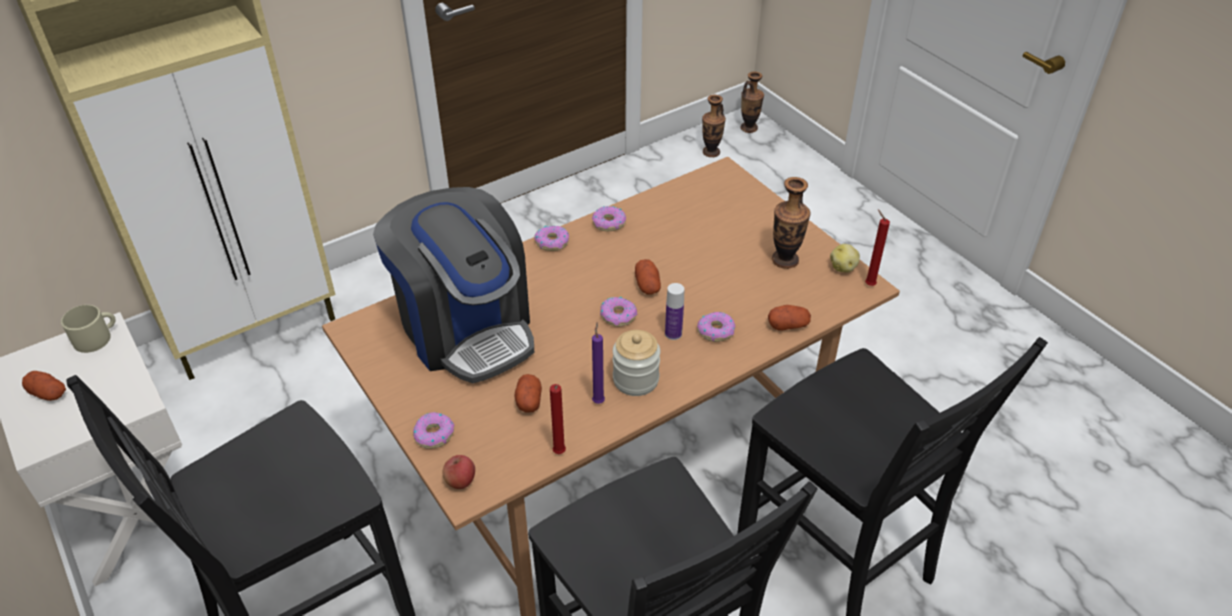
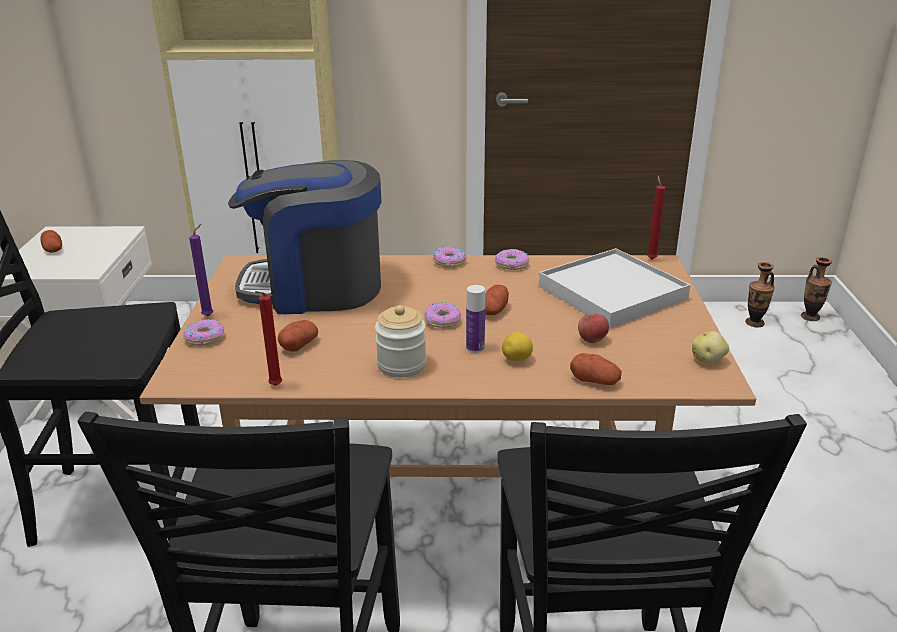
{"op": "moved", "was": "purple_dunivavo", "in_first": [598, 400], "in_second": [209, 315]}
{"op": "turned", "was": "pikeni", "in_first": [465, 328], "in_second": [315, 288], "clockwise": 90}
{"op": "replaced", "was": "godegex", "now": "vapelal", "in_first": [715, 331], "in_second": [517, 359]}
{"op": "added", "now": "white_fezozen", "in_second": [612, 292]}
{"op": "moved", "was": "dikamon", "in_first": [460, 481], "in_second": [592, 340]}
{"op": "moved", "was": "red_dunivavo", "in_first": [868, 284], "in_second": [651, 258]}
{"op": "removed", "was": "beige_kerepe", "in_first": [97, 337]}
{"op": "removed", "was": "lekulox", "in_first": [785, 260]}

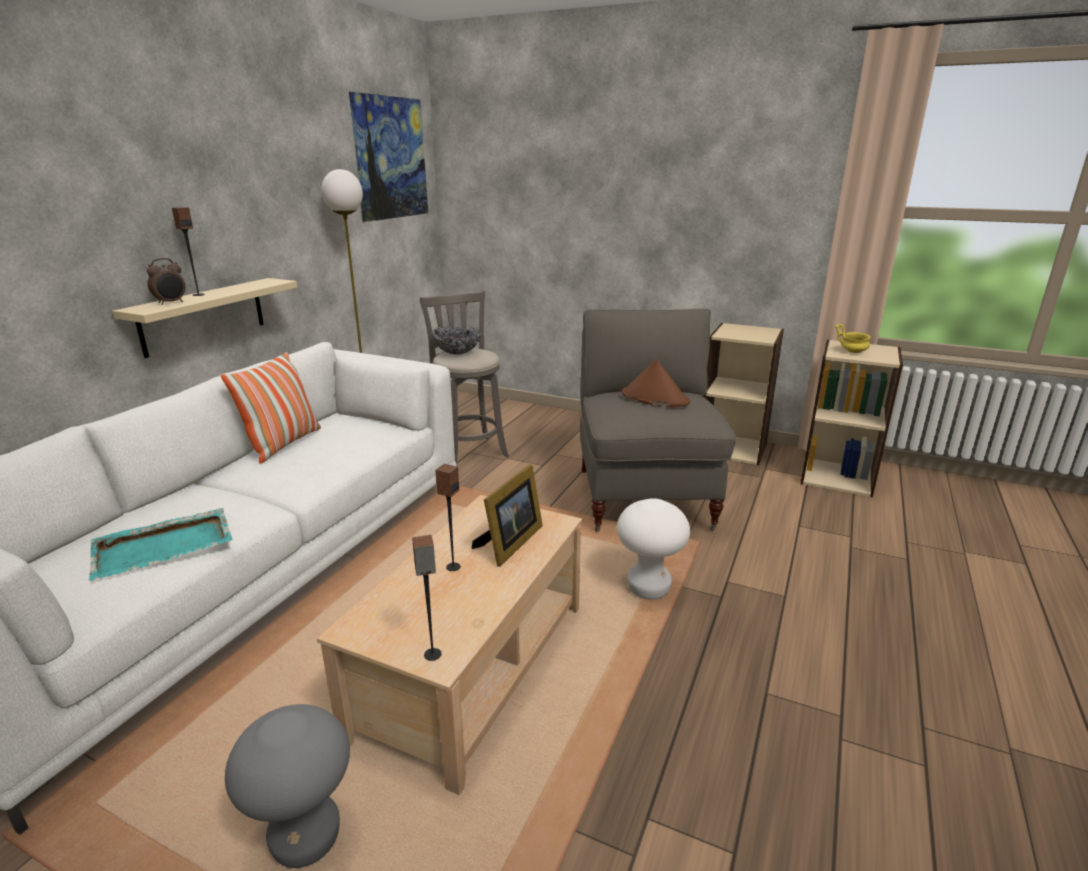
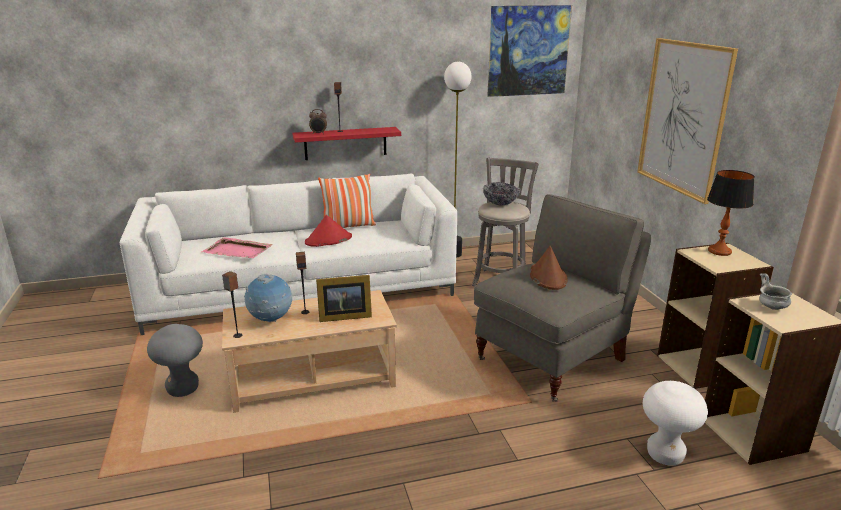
{"op": "recoloured", "was": "turquoise_fezozen", "now": "pink_fezozen", "in_first": [164, 546], "in_second": [238, 251]}
{"op": "added", "now": "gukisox", "in_second": [271, 320]}
{"op": "recoloured", "was": "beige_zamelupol", "now": "red_zamelupol", "in_first": [203, 316], "in_second": [345, 143]}
{"op": "added", "now": "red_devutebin", "in_second": [328, 240]}
{"op": "added", "now": "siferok", "in_second": [683, 118]}
{"op": "moved", "was": "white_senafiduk", "in_first": [648, 589], "in_second": [665, 455]}
{"op": "added", "now": "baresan", "in_second": [719, 251]}
{"op": "recoloured", "was": "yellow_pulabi", "now": "grey_pulabi", "in_first": [852, 352], "in_second": [771, 306]}

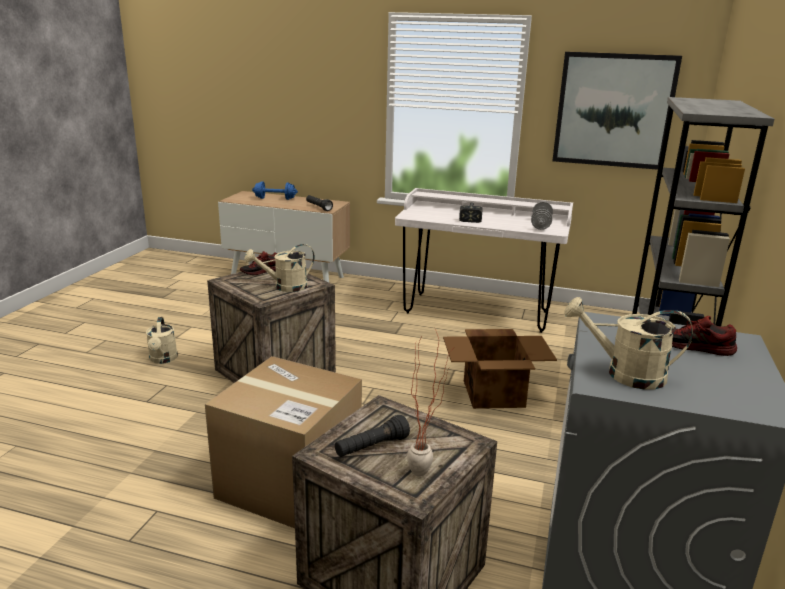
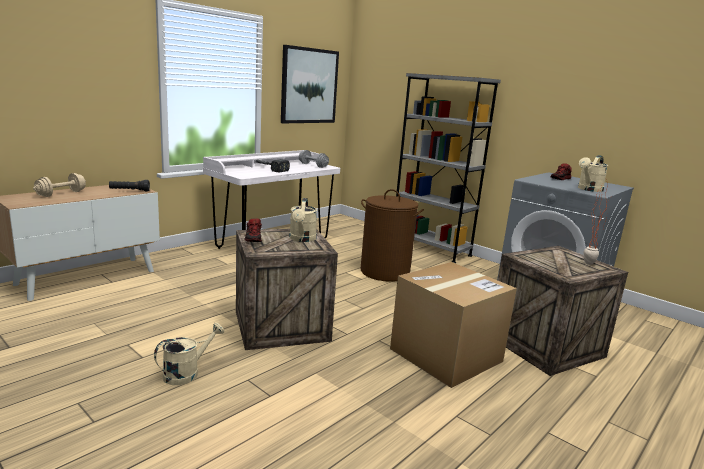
{"op": "recoloured", "was": "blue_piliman", "now": "beige_piliman", "in_first": [275, 198], "in_second": [61, 194]}
{"op": "turned", "was": "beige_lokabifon", "in_first": [163, 359], "in_second": [187, 373], "clockwise": -60}
{"op": "replaced", "was": "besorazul", "now": "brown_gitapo", "in_first": [494, 394], "in_second": [385, 272]}
{"op": "removed", "was": "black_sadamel", "in_first": [371, 447]}

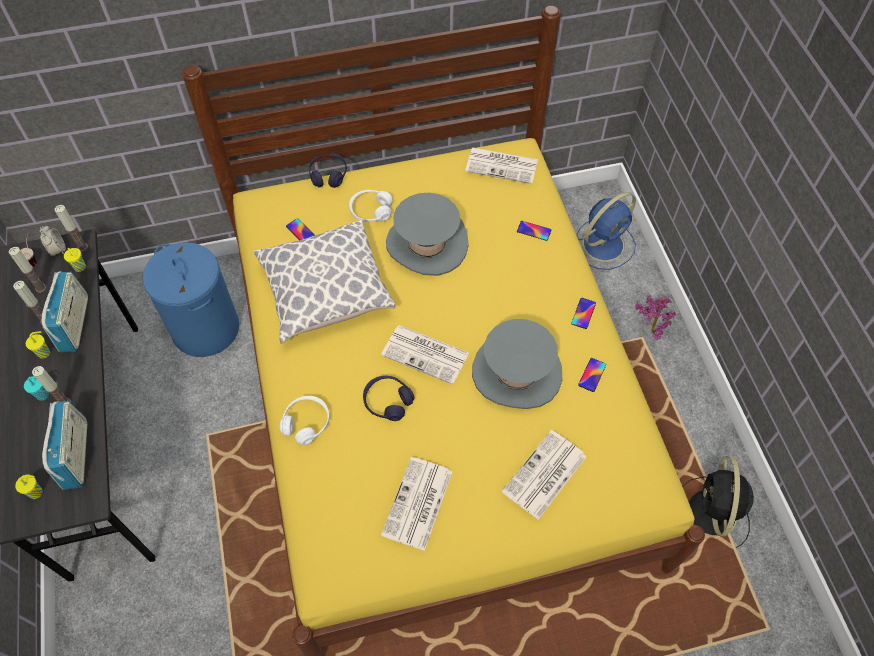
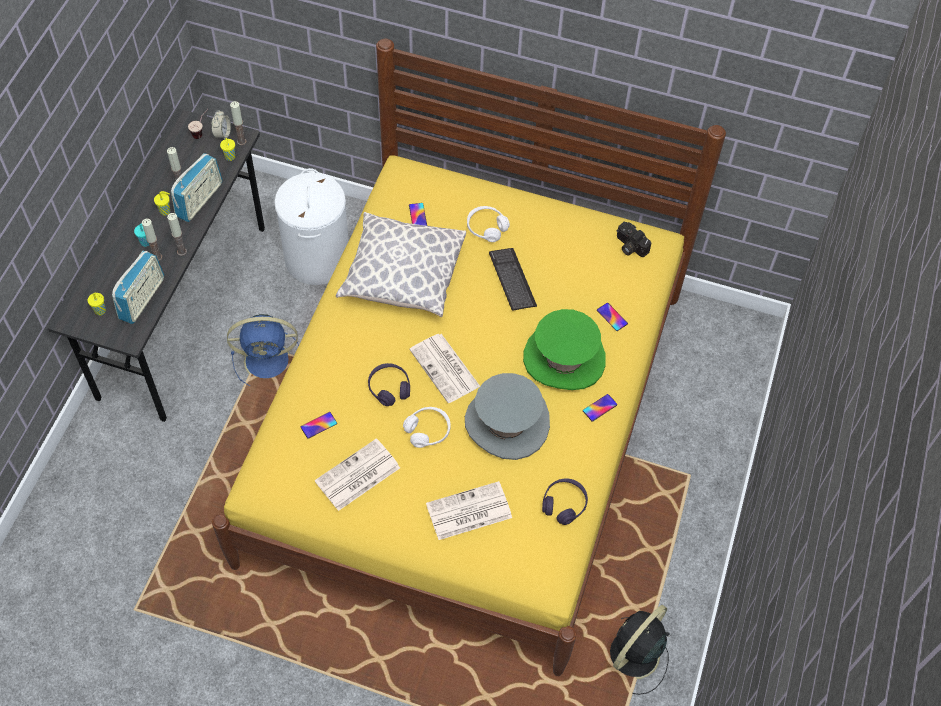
{"op": "moved", "was": "dunivavo", "in_first": [41, 288], "in_second": [182, 251]}
{"op": "moved", "was": "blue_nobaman", "in_first": [604, 243], "in_second": [269, 360]}
{"op": "recoloured", "was": "blue_gitapo", "now": "white_gitapo", "in_first": [205, 328], "in_second": [317, 258]}
{"op": "moved", "was": "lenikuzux", "in_first": [592, 375], "in_second": [318, 425]}
{"op": "moved", "was": "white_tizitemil", "in_first": [306, 423], "in_second": [427, 430]}
{"op": "replaced", "was": "grey_devutebin", "now": "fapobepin", "in_first": [427, 244], "in_second": [512, 280]}
{"op": "added", "now": "green_devutebin", "in_second": [564, 358]}
{"op": "moved", "was": "purple_tizitemil", "in_first": [328, 175], "in_second": [564, 504]}
{"op": "replaced", "was": "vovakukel", "now": "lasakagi", "in_first": [503, 165], "in_second": [629, 246]}
{"op": "removed", "was": "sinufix", "in_first": [649, 329]}

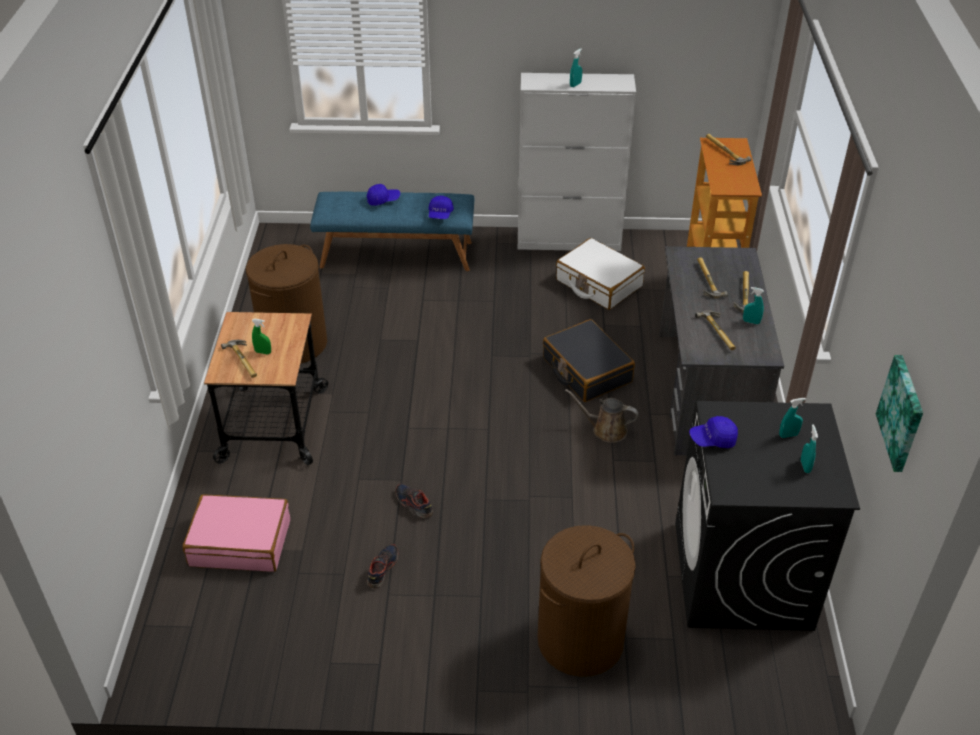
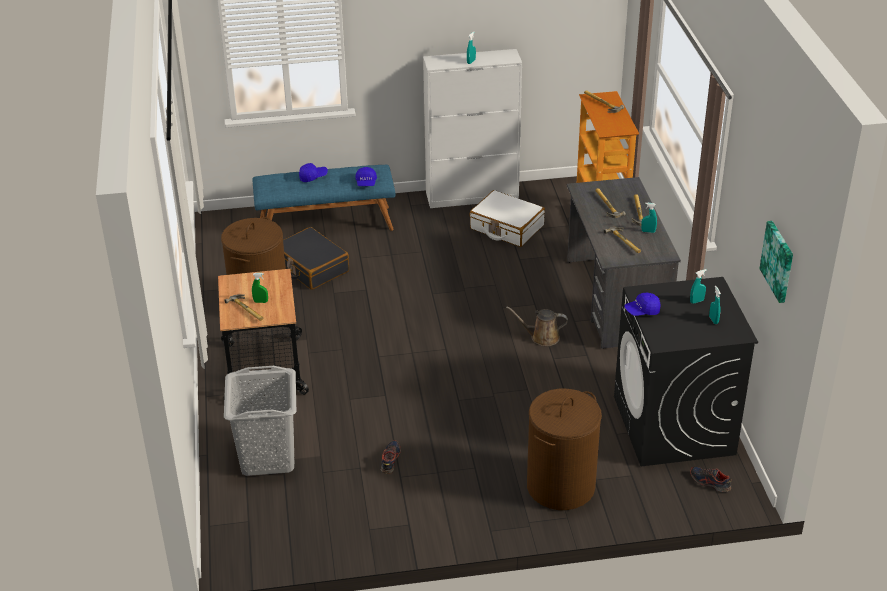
{"op": "replaced", "was": "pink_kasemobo", "now": "grey_gitapo", "in_first": [240, 542], "in_second": [267, 457]}
{"op": "moved", "was": "black_kasemobo", "in_first": [586, 370], "in_second": [311, 267]}
{"op": "moved", "was": "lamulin", "in_first": [413, 504], "in_second": [709, 482]}

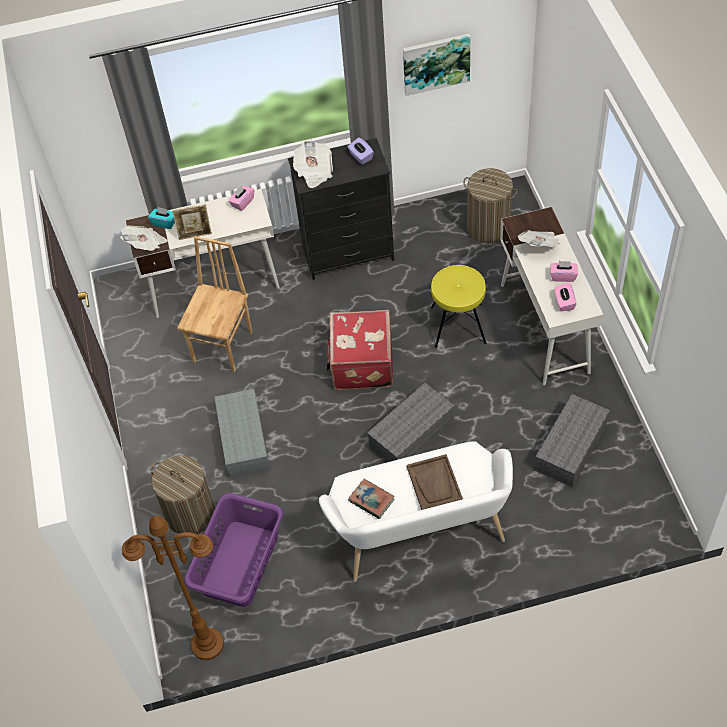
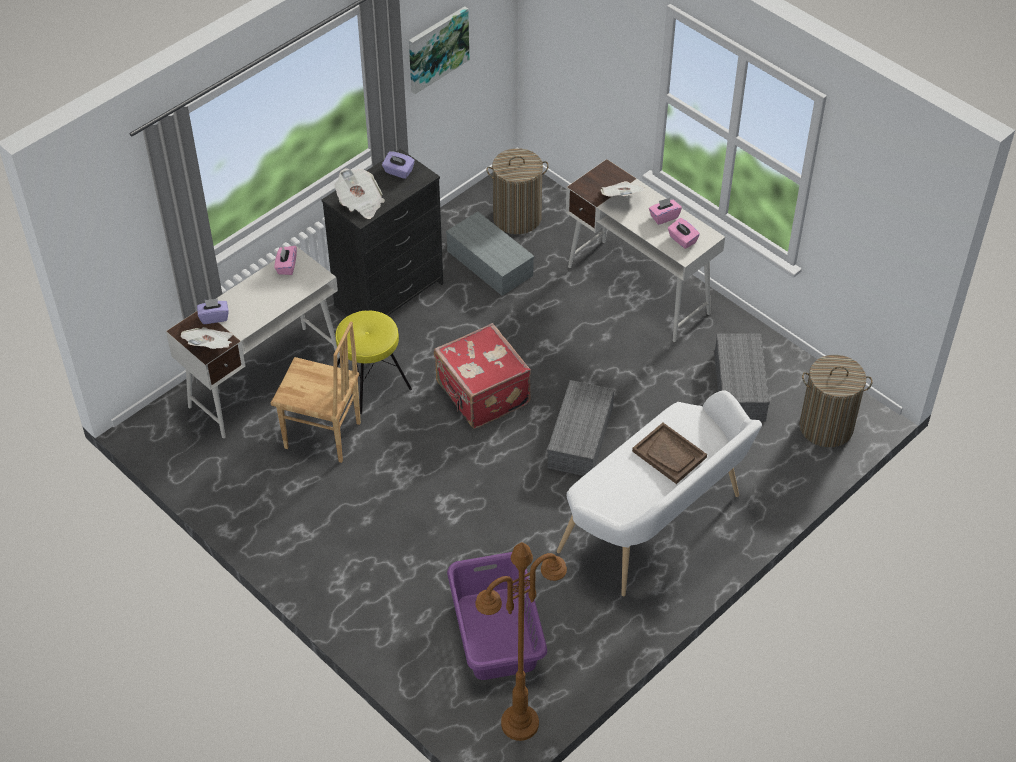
{"op": "recoloured", "was": "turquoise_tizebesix", "now": "purple_tizebesix", "in_first": [164, 223], "in_second": [214, 317]}
{"op": "turned", "was": "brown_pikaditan", "in_first": [224, 347], "in_second": [323, 436], "clockwise": 120}
{"op": "moved", "was": "yellow_senafiduk", "in_first": [457, 325], "in_second": [370, 382]}
{"op": "moved", "was": "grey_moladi", "in_first": [242, 439], "in_second": [488, 263]}
{"op": "moved", "was": "gitapo", "in_first": [190, 514], "in_second": [826, 427]}
{"op": "removed", "was": "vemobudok", "in_first": [195, 235]}
{"op": "removed", "was": "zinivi", "in_first": [371, 500]}

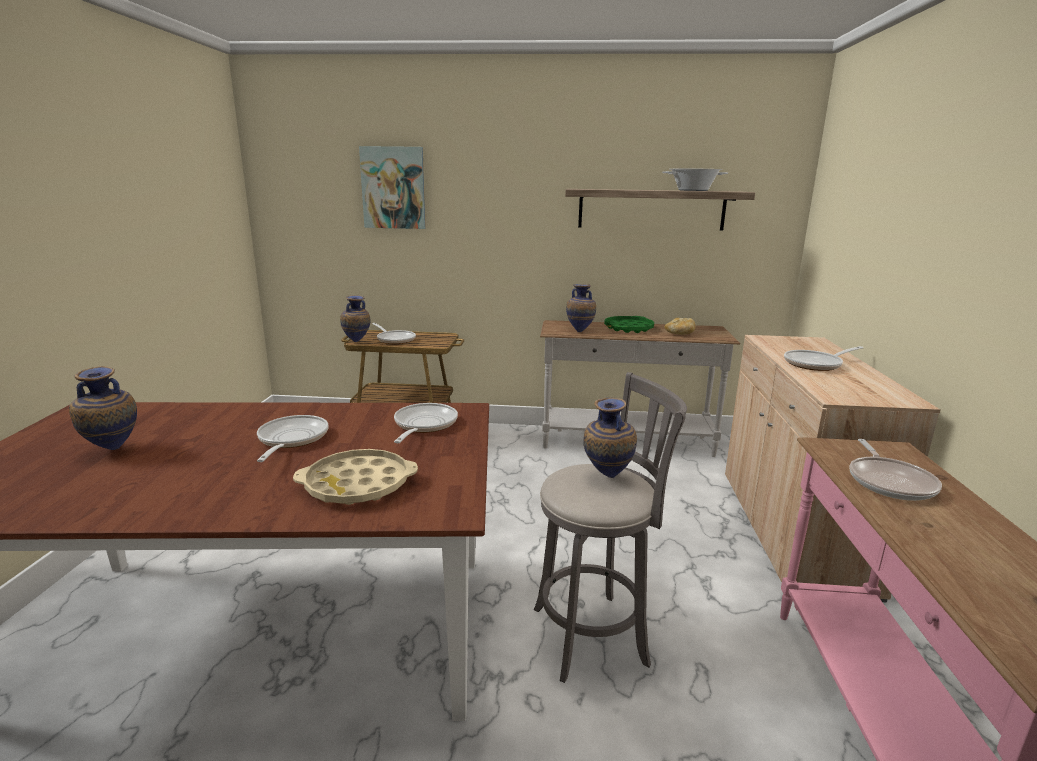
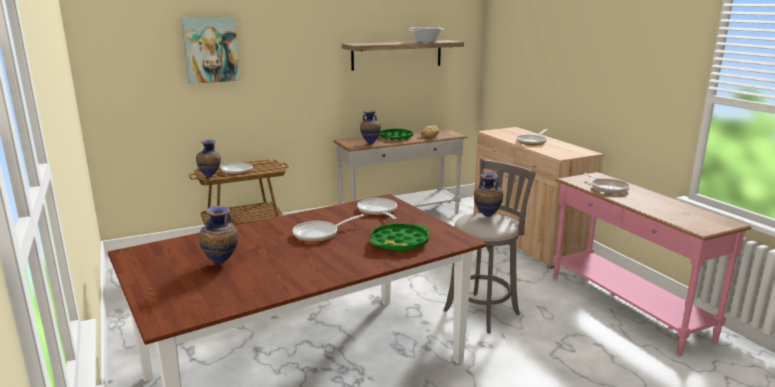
{"op": "turned", "was": "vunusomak", "in_first": [291, 440], "in_second": [319, 234], "clockwise": -90}
{"op": "recoloured", "was": "beige_fezozen", "now": "green_fezozen", "in_first": [358, 485], "in_second": [399, 242]}

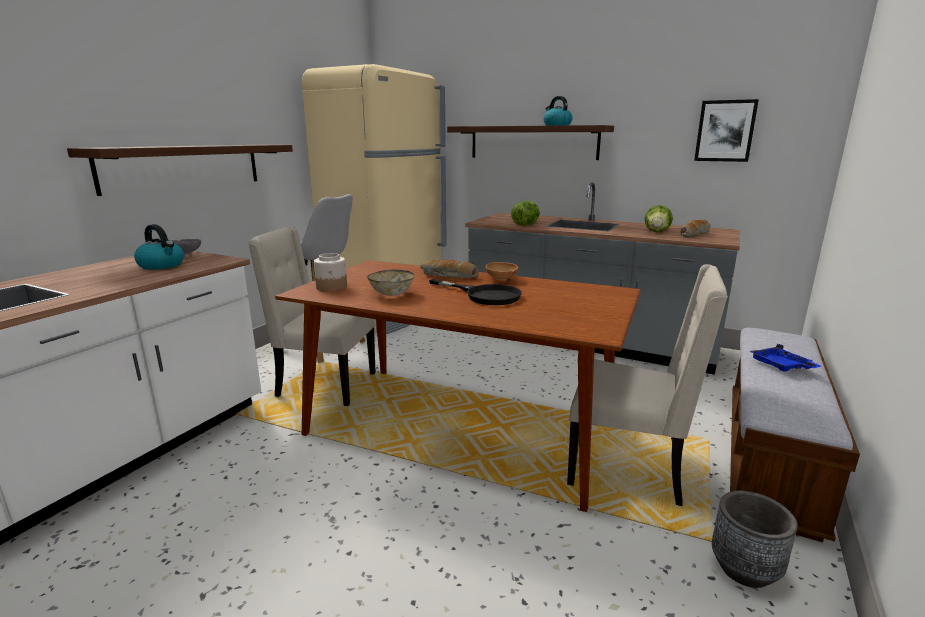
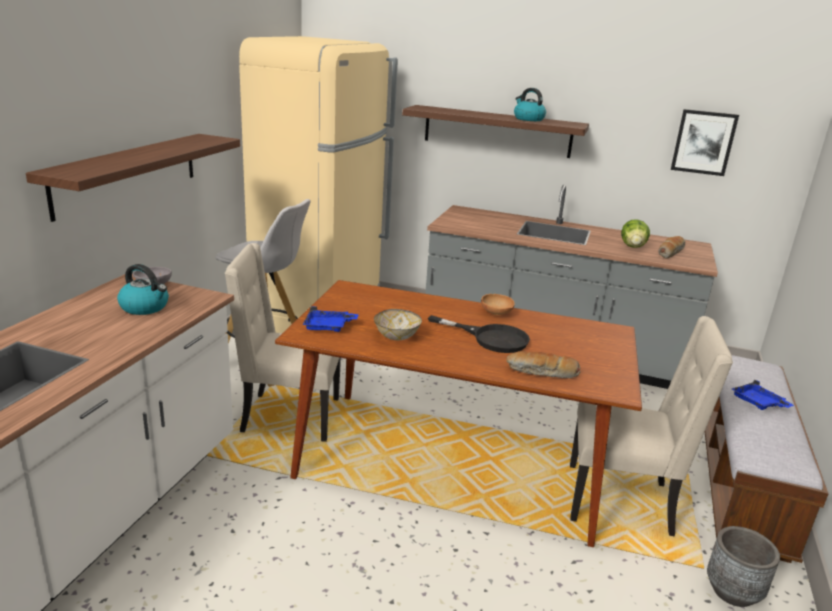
{"op": "replaced", "was": "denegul", "now": "blue_fezozen", "in_first": [332, 287], "in_second": [328, 327]}
{"op": "moved", "was": "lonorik", "in_first": [448, 276], "in_second": [542, 373]}
{"op": "removed", "was": "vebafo", "in_first": [525, 225]}

